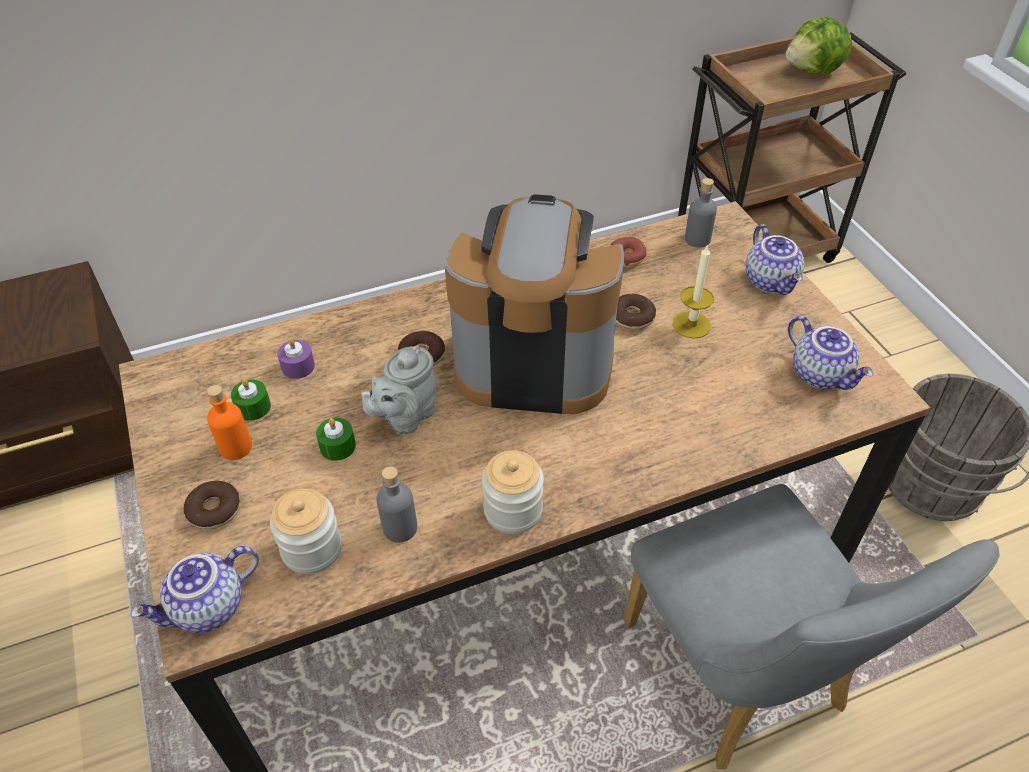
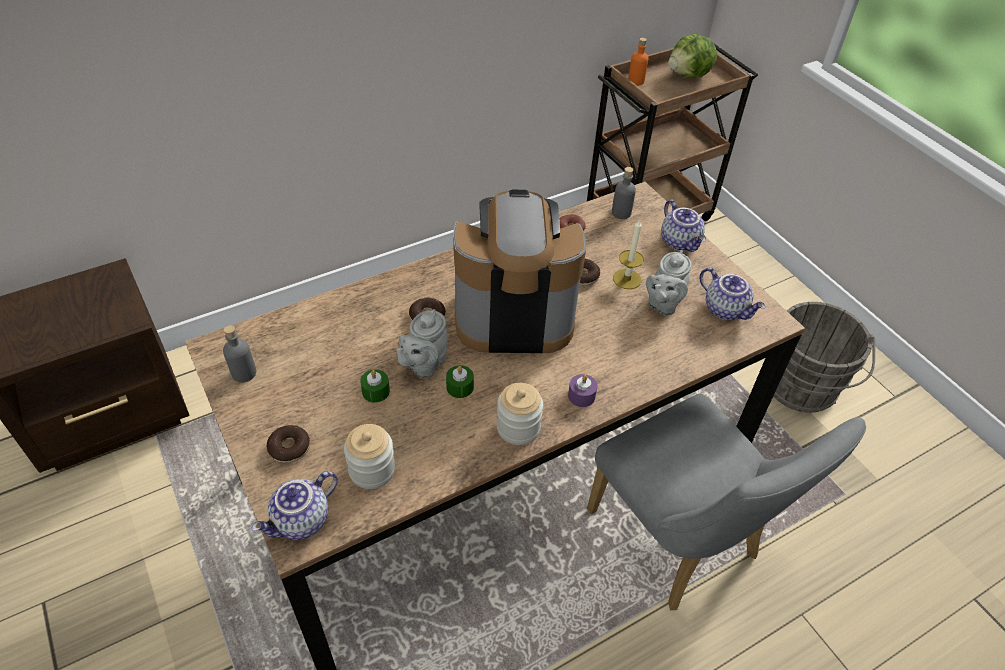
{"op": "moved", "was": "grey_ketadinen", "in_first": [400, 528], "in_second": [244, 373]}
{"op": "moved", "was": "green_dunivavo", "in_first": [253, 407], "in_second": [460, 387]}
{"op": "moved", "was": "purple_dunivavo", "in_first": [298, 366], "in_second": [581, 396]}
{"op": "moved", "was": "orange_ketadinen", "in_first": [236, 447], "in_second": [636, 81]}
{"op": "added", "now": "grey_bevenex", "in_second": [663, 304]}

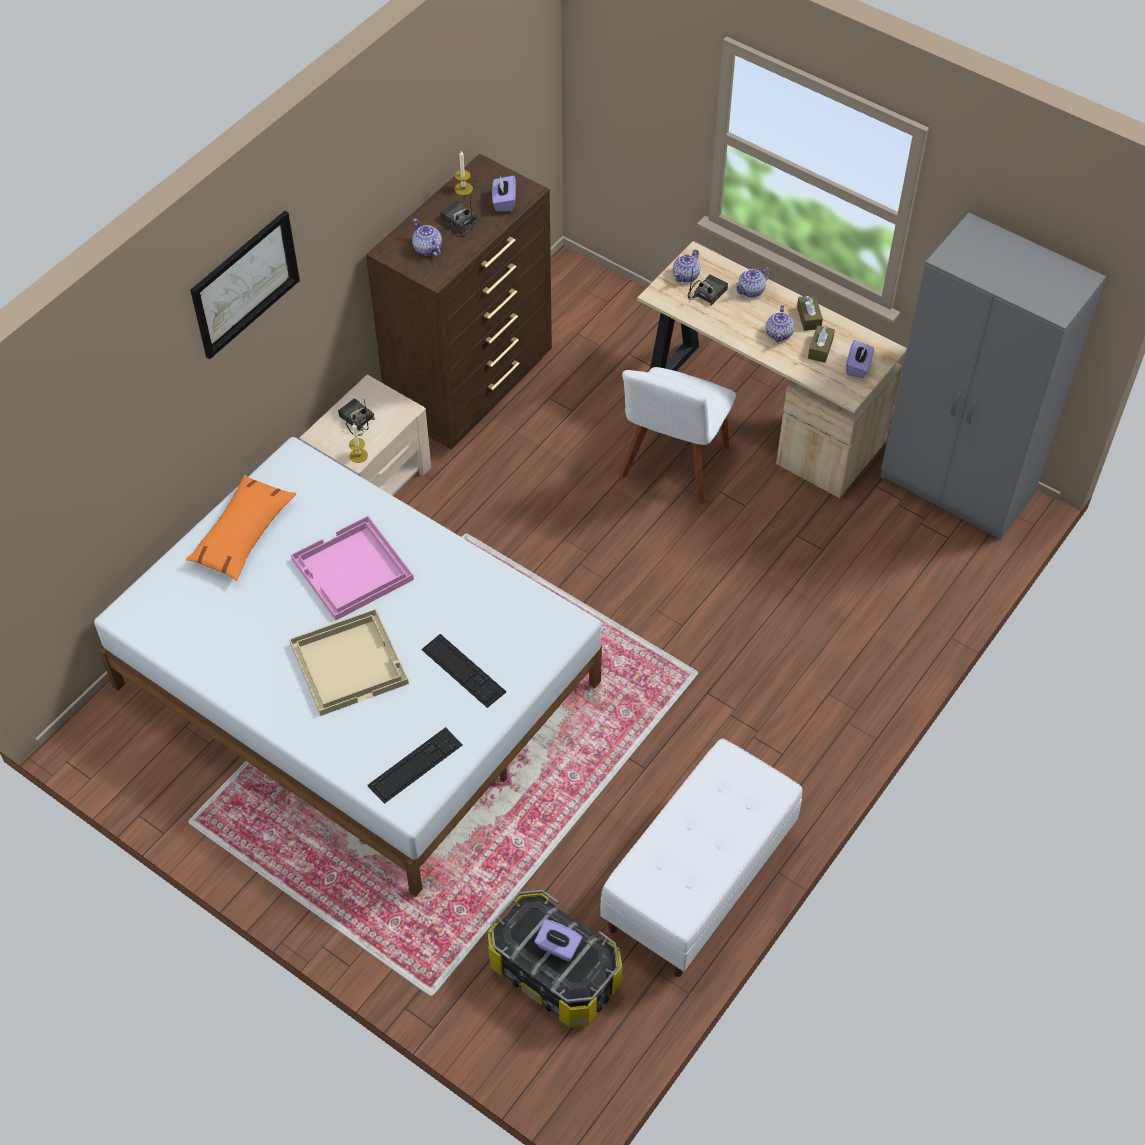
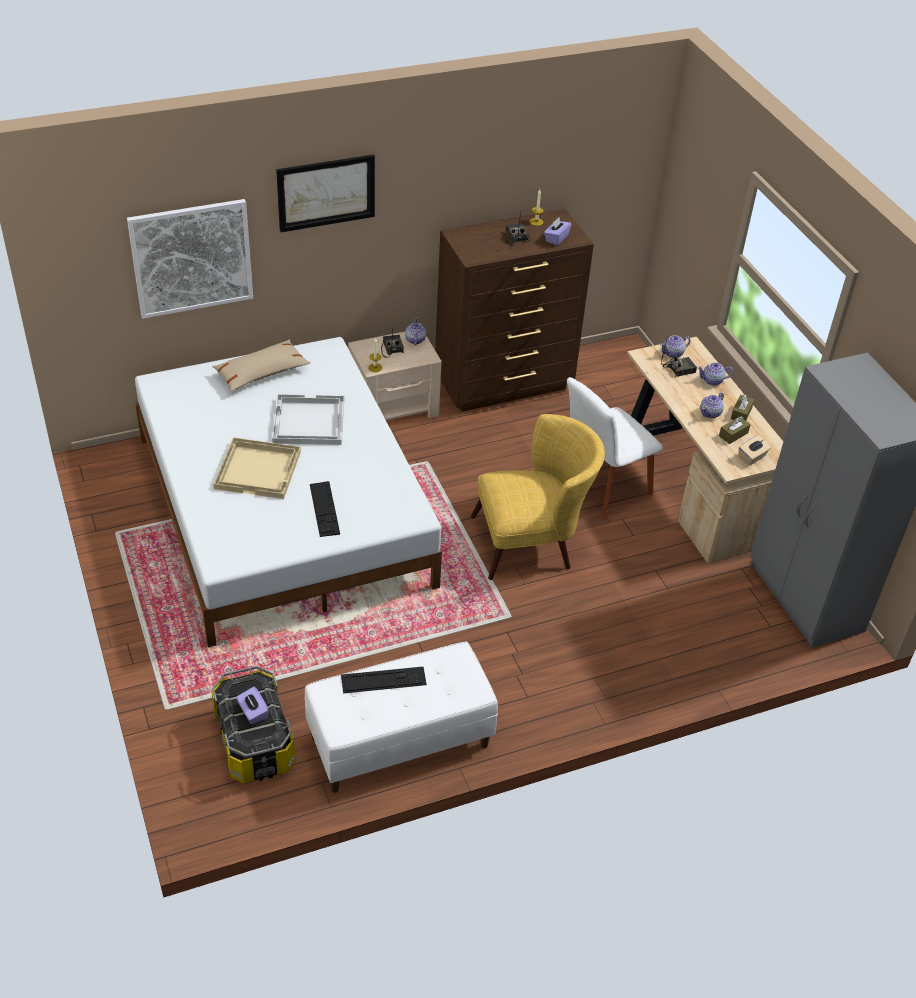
{"op": "added", "now": "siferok", "in_second": [192, 258]}
{"op": "recoloured", "was": "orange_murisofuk", "now": "beige_murisofuk", "in_first": [243, 535], "in_second": [261, 373]}
{"op": "recoloured", "was": "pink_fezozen", "now": "white_fezozen", "in_first": [352, 570], "in_second": [308, 422]}
{"op": "moved", "was": "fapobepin", "in_first": [415, 765], "in_second": [383, 680]}
{"op": "moved", "was": "bevenex", "in_first": [427, 249], "in_second": [415, 340]}
{"op": "added", "now": "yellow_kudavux", "in_second": [532, 542]}
{"op": "recoloured", "was": "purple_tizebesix", "now": "beige_tizebesix", "in_first": [858, 367], "in_second": [752, 457]}

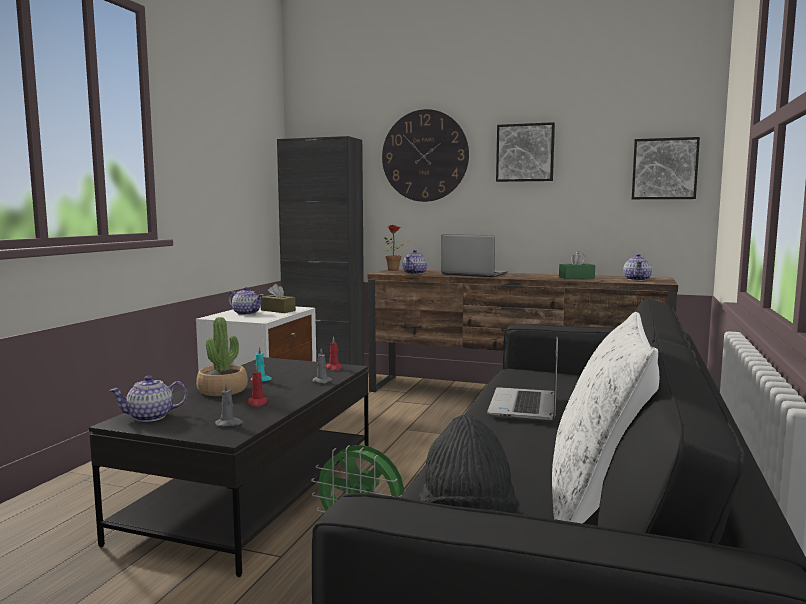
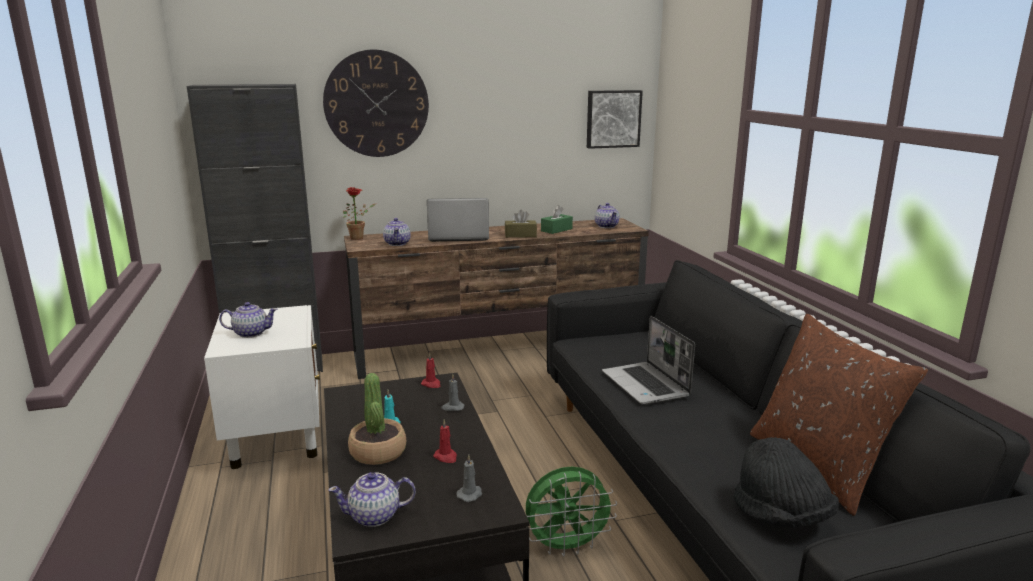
{"op": "turned", "was": "bevenex", "in_first": [151, 417], "in_second": [375, 516], "clockwise": 45}
{"op": "moved", "was": "brown_tizebesix", "in_first": [278, 310], "in_second": [520, 235]}
{"op": "recoloured", "was": "white_murisofuk", "now": "brown_murisofuk", "in_first": [597, 503], "in_second": [818, 467]}
{"op": "removed", "was": "siferok", "in_first": [525, 153]}

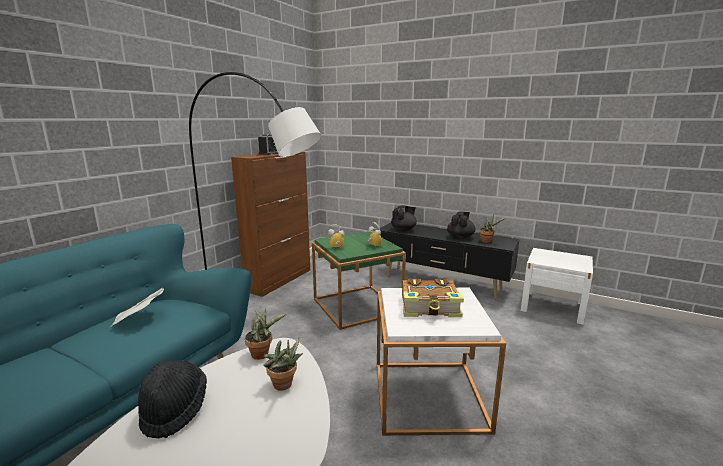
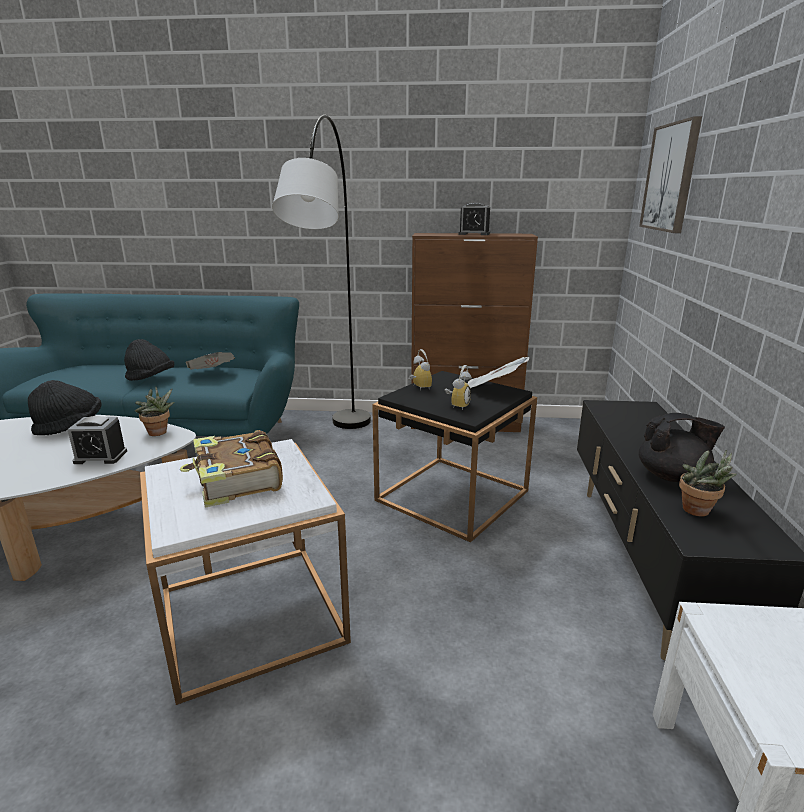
{"op": "replaced", "was": "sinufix", "now": "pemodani", "in_first": [284, 386], "in_second": [100, 457]}
{"op": "added", "now": "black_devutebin", "in_second": [150, 379]}
{"op": "recoloured", "was": "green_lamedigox", "now": "black_lamedigox", "in_first": [357, 306], "in_second": [452, 495]}
{"op": "added", "now": "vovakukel", "in_second": [494, 388]}
{"op": "added", "now": "siferok", "in_second": [670, 177]}
{"op": "removed", "was": "black_bevenex", "in_first": [403, 230]}

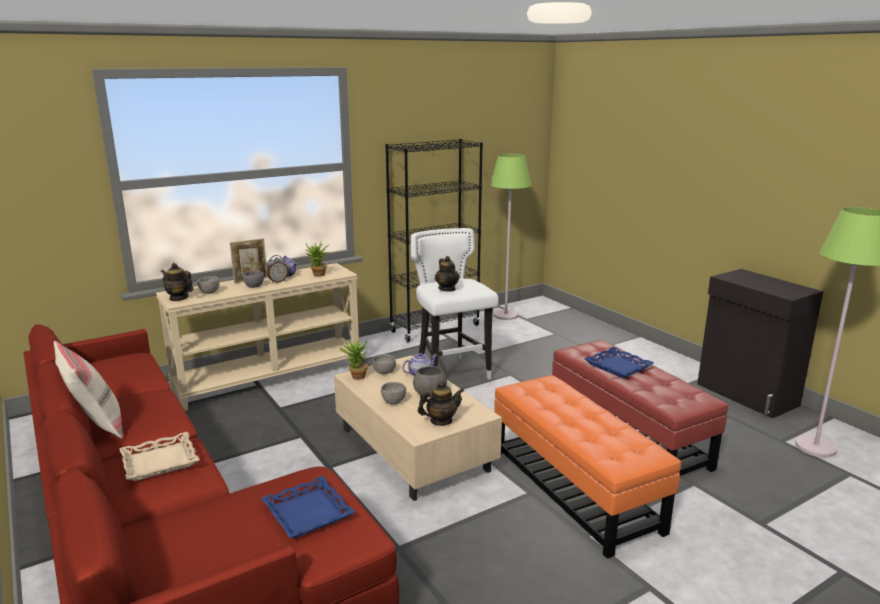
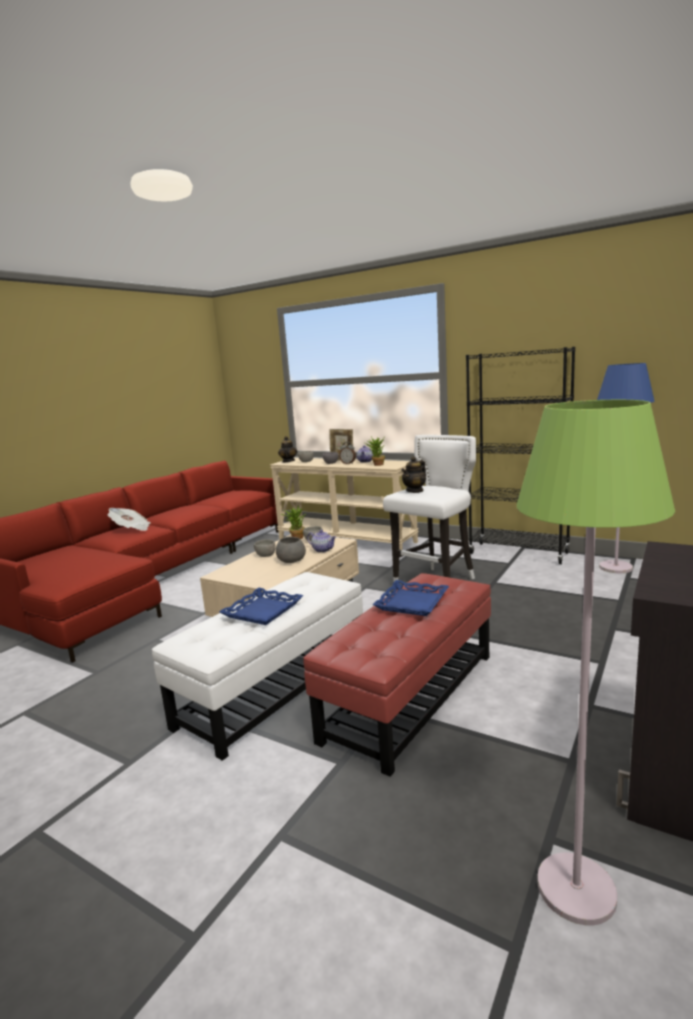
{"op": "replaced", "was": "beige_fezozen", "now": "vovakukel", "in_first": [160, 461], "in_second": [131, 529]}
{"op": "recoloured", "was": "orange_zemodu", "now": "white_zemodu", "in_first": [573, 489], "in_second": [274, 687]}
{"op": "moved", "was": "blue_fezozen", "in_first": [308, 512], "in_second": [263, 611]}
{"op": "recoloured", "was": "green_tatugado", "now": "blue_tatugado", "in_first": [506, 315], "in_second": [615, 567]}
{"op": "removed", "was": "beige_murisofuk", "in_first": [95, 425]}
{"op": "removed", "was": "bevenex", "in_first": [441, 421]}

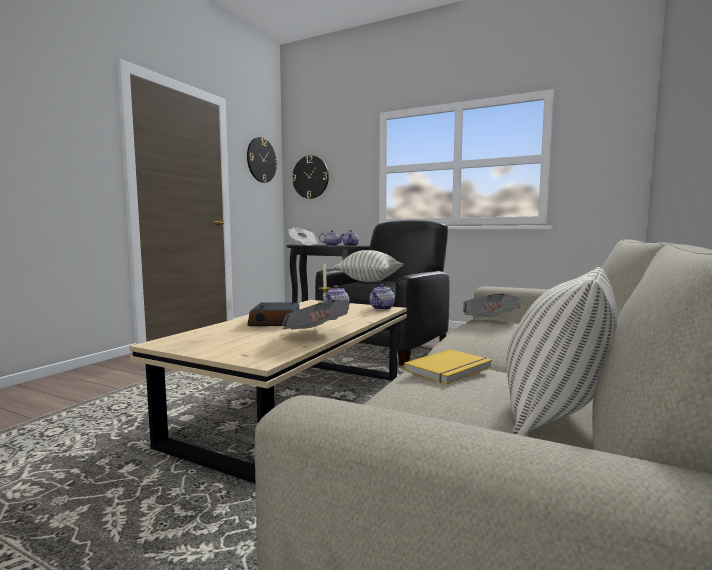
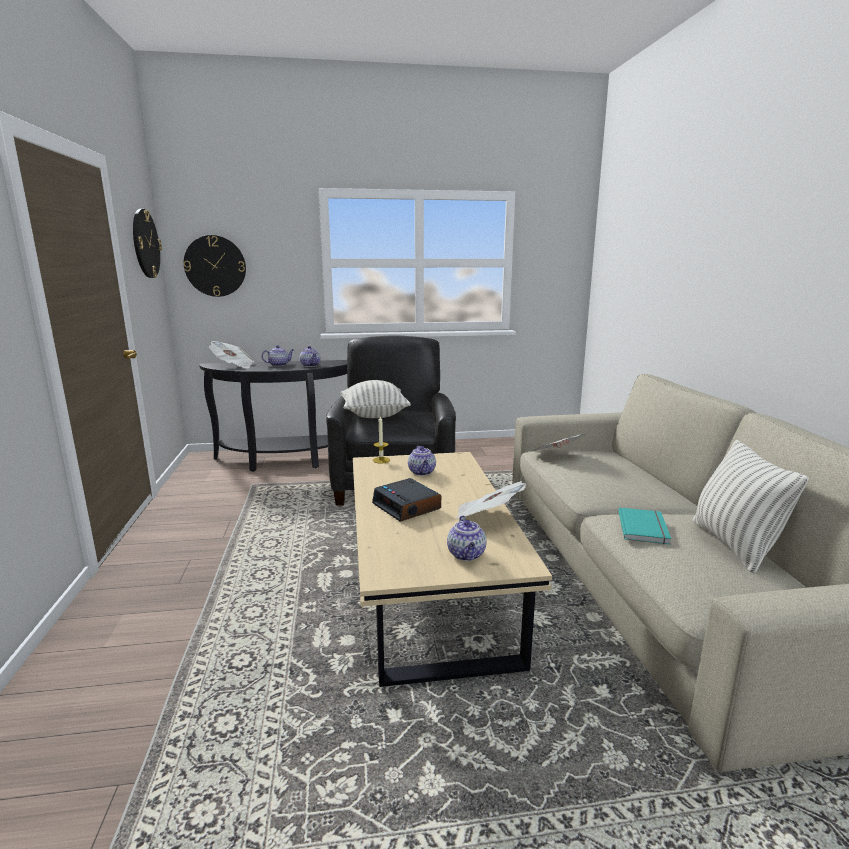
{"op": "moved", "was": "bevenex", "in_first": [382, 308], "in_second": [467, 555]}
{"op": "recoloured", "was": "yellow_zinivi", "now": "turquoise_zinivi", "in_first": [450, 369], "in_second": [645, 528]}

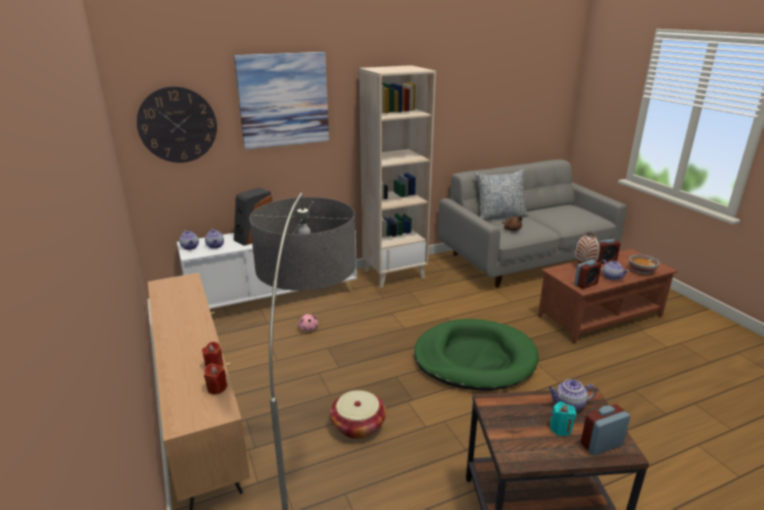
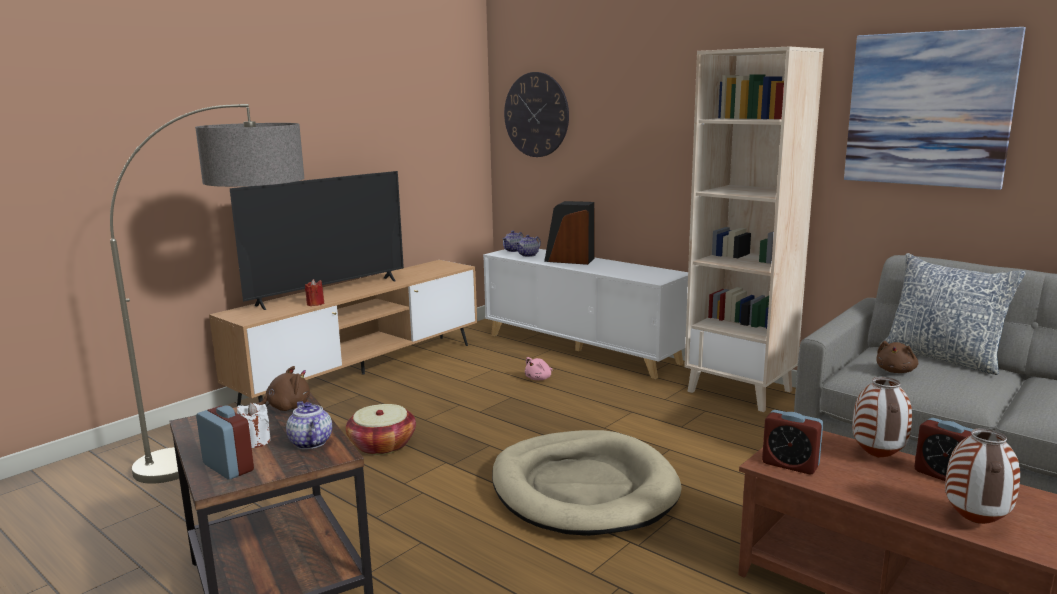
{"op": "added", "now": "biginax", "in_second": [329, 292]}
{"op": "recoloured", "was": "turquoise_dunivavo", "now": "white_dunivavo", "in_first": [560, 429], "in_second": [255, 441]}
{"op": "added", "now": "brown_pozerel", "in_second": [285, 408]}
{"op": "recoloured", "was": "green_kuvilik", "now": "beige_kuvilik", "in_first": [474, 359], "in_second": [583, 489]}
{"op": "moved", "was": "siferok", "in_first": [284, 100], "in_second": [928, 109]}
{"op": "replaced", "was": "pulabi", "now": "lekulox", "in_first": [641, 270], "in_second": [974, 522]}
{"op": "removed", "was": "red_dunivavo", "in_first": [217, 388]}
{"op": "removed", "was": "bevenex", "in_first": [612, 277]}

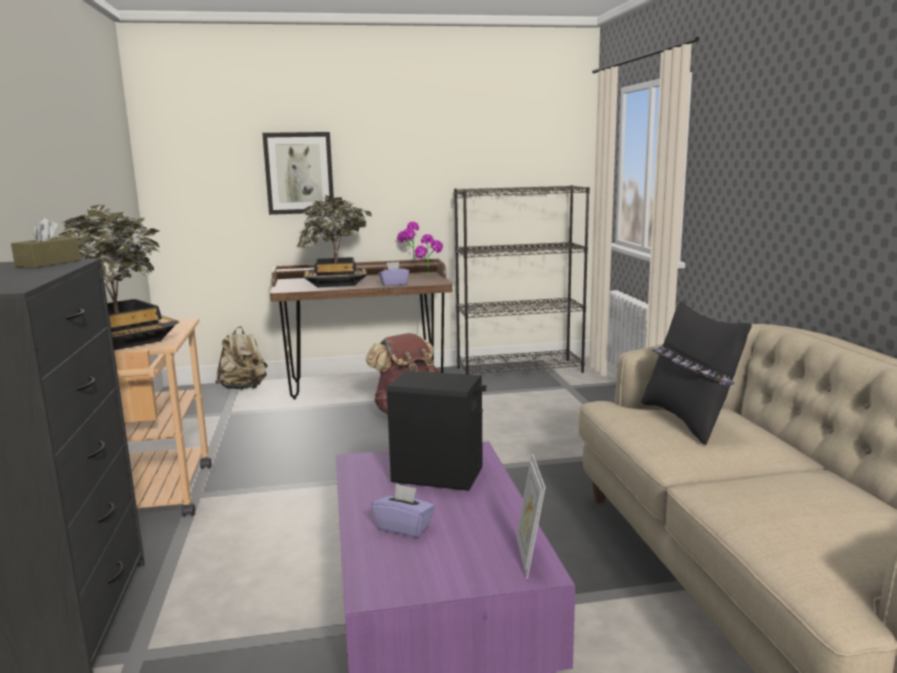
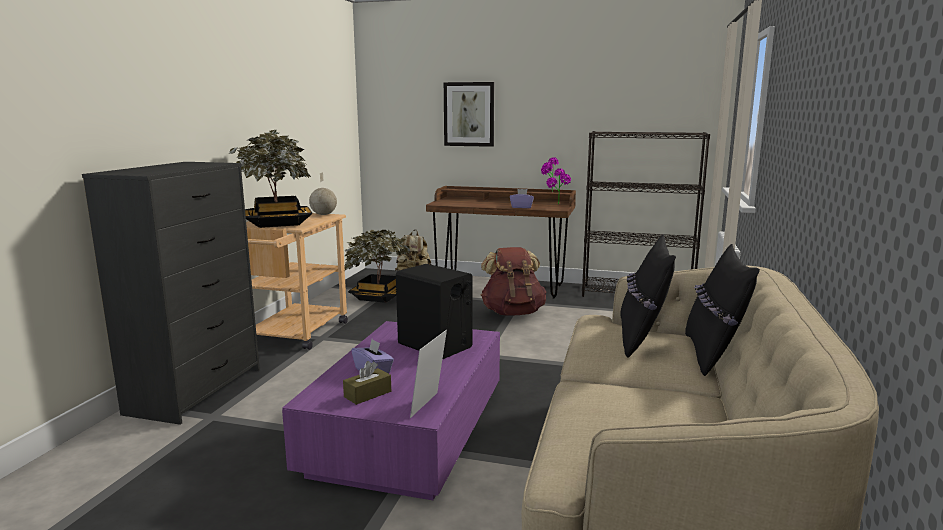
{"op": "added", "now": "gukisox", "in_second": [324, 214]}
{"op": "moved", "was": "brown_tizebesix", "in_first": [48, 263], "in_second": [367, 394]}
{"op": "moved", "was": "sinufix", "in_first": [336, 283], "in_second": [379, 297]}
{"op": "added", "now": "black_murisofuk", "in_second": [712, 355]}

